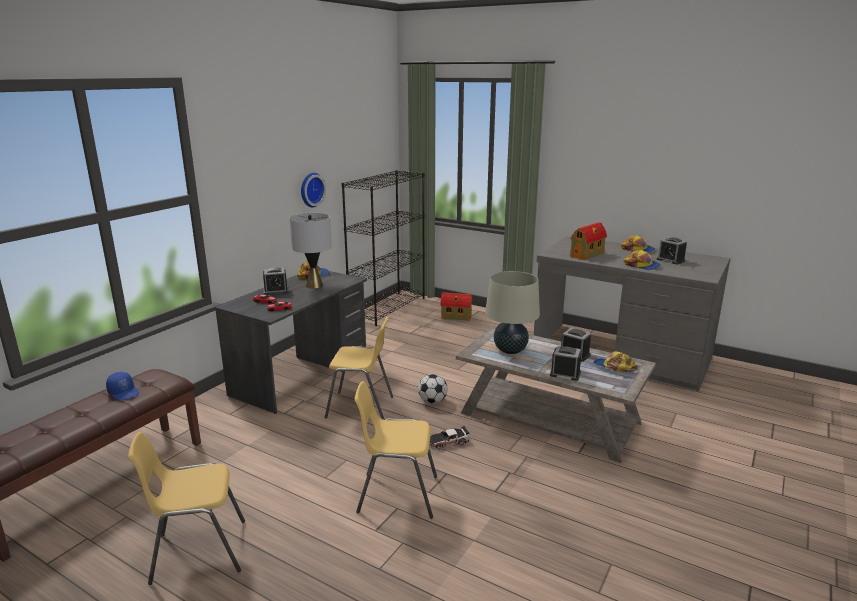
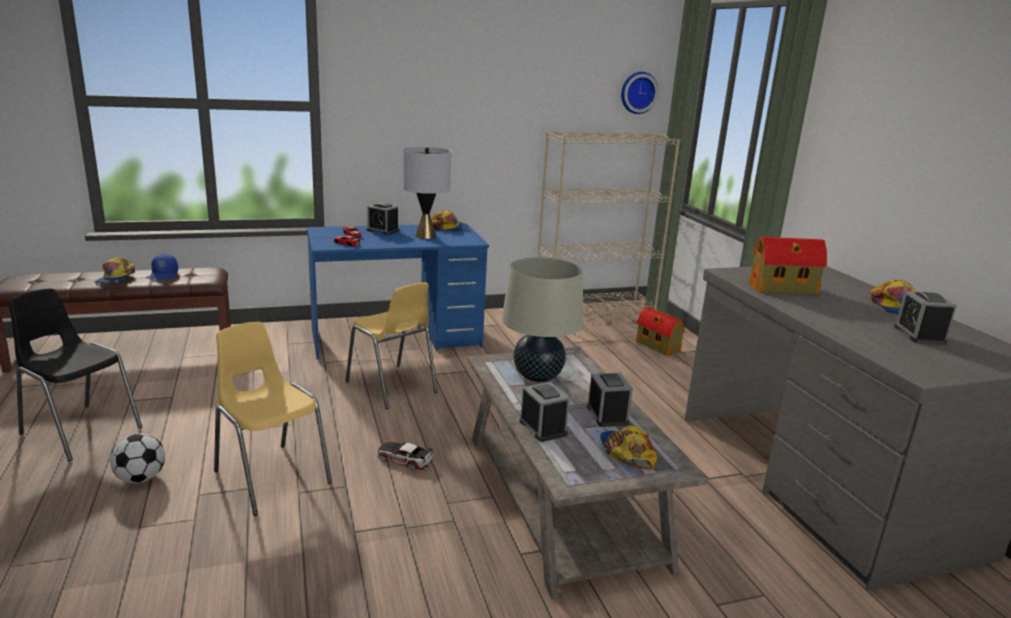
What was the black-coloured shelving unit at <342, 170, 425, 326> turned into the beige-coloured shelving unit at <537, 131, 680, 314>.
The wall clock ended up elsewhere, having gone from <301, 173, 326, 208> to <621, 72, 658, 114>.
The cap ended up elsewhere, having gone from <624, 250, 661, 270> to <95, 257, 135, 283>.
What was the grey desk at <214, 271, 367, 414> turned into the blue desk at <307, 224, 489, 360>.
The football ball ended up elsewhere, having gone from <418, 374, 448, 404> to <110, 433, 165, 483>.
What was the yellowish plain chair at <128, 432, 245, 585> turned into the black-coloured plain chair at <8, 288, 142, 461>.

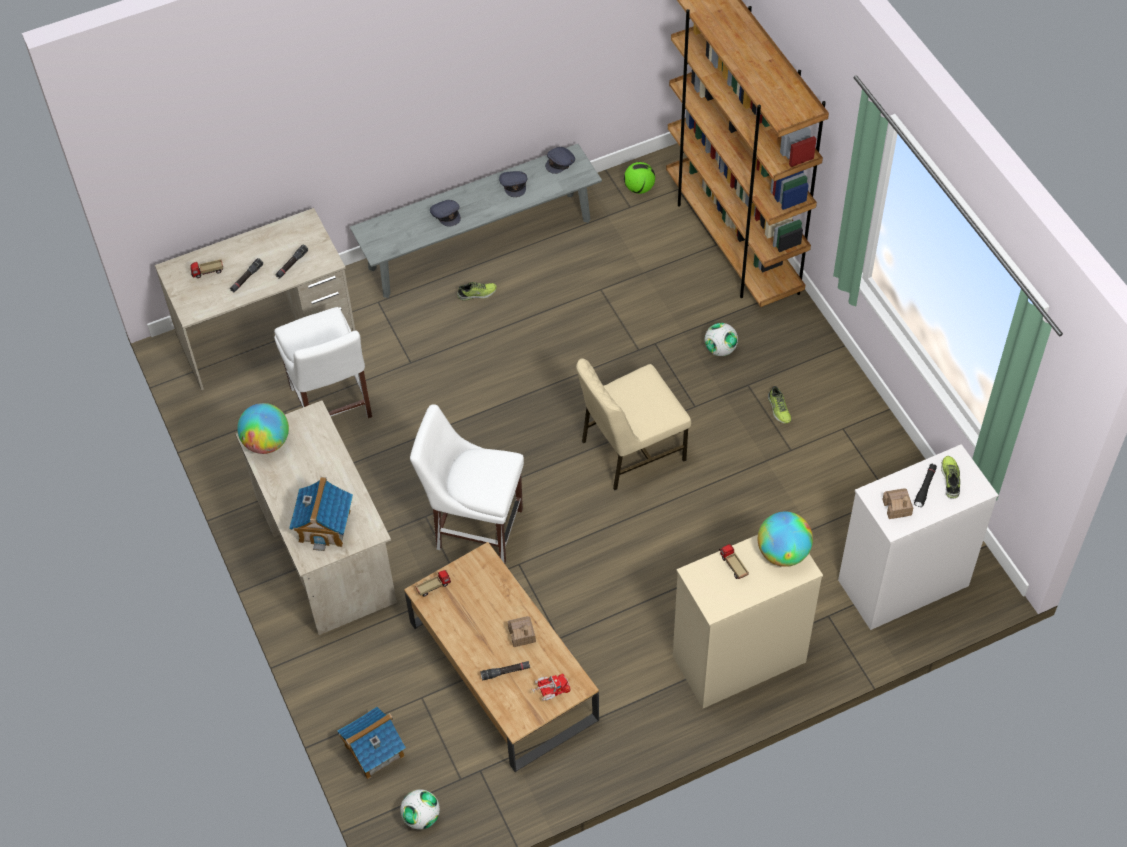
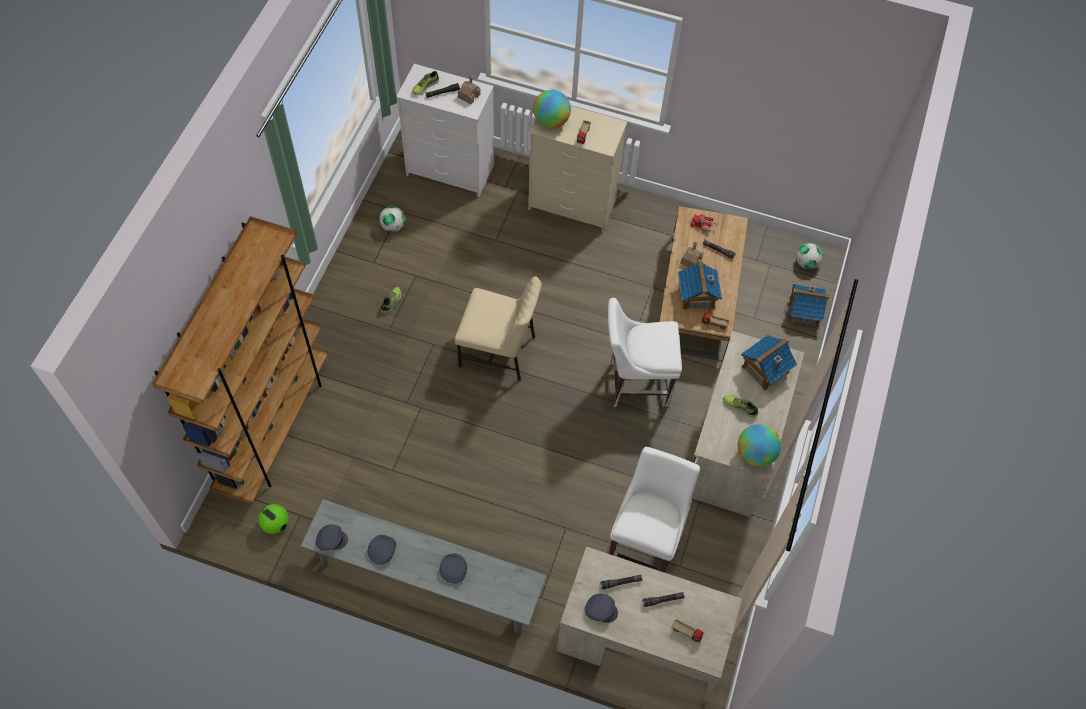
The item of footwear ended up elsewhere, having gone from <457, 282, 497, 301> to <723, 395, 758, 418>.
The football ball ended up elsewhere, having gone from <705, 323, 738, 356> to <379, 206, 405, 232>.
The white plain chair at <410, 404, 524, 564> ended up facing another way, 120 degrees clockwise from before.
The second view gained the miniature house at <678, 260, 722, 310>.
The second view gained the grey cap at <585, 594, 618, 623>.

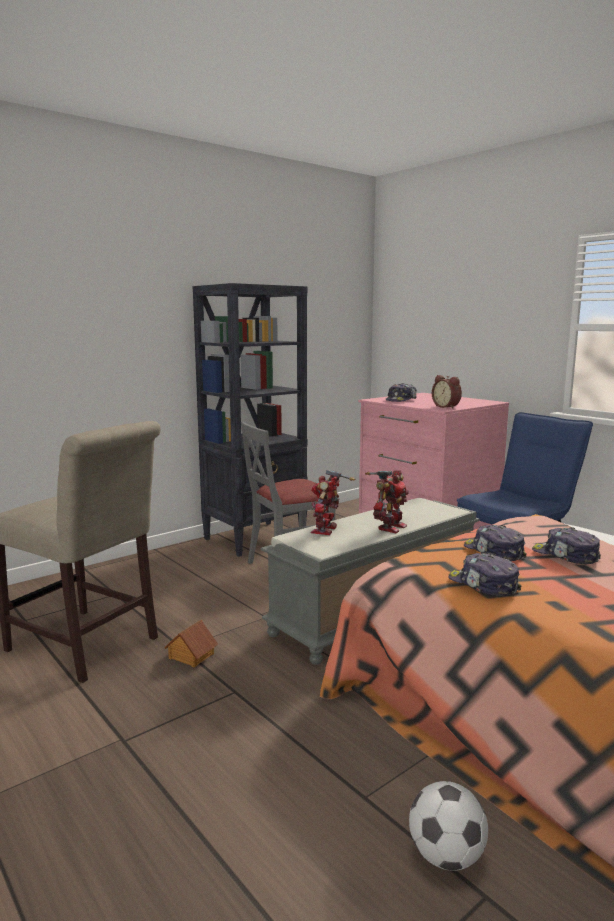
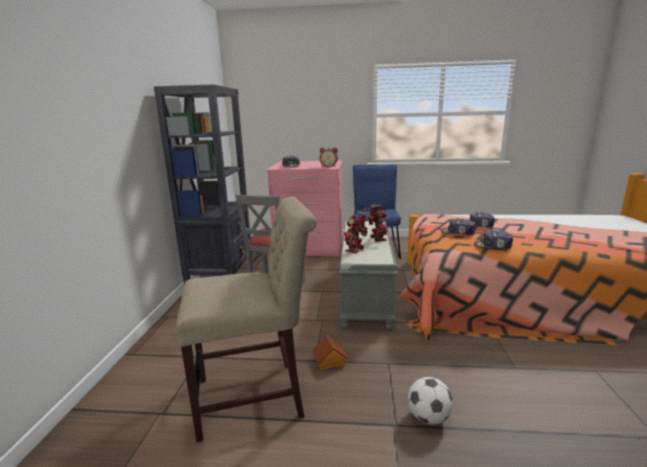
The toy robot at <311, 470, 355, 535> ended up facing another way, 60 degrees clockwise from before.
The football ball ended up elsewhere, having gone from <409, 781, 488, 871> to <408, 377, 453, 424>.

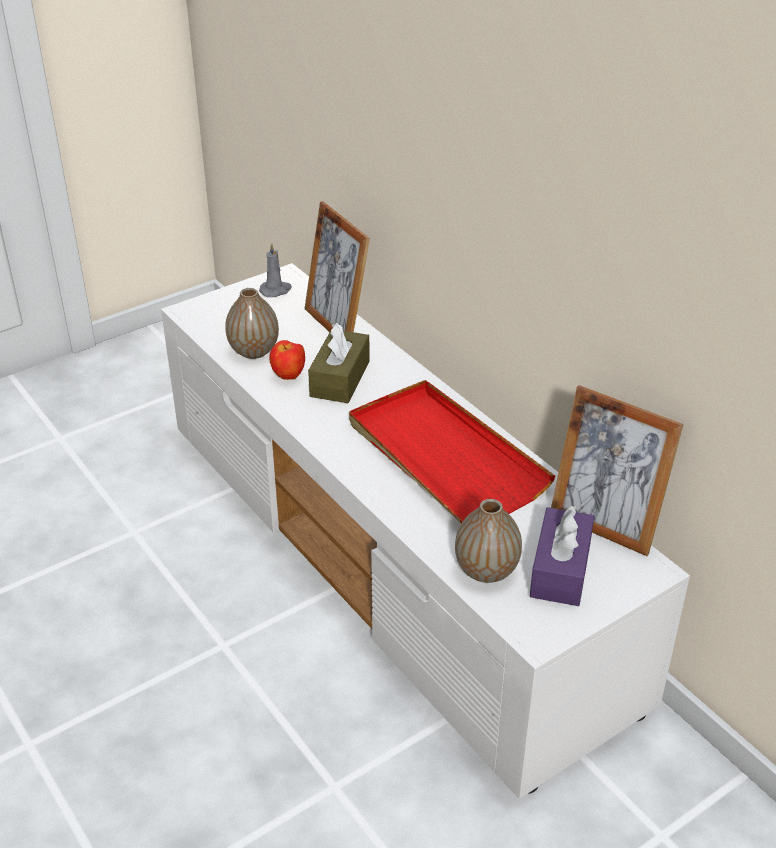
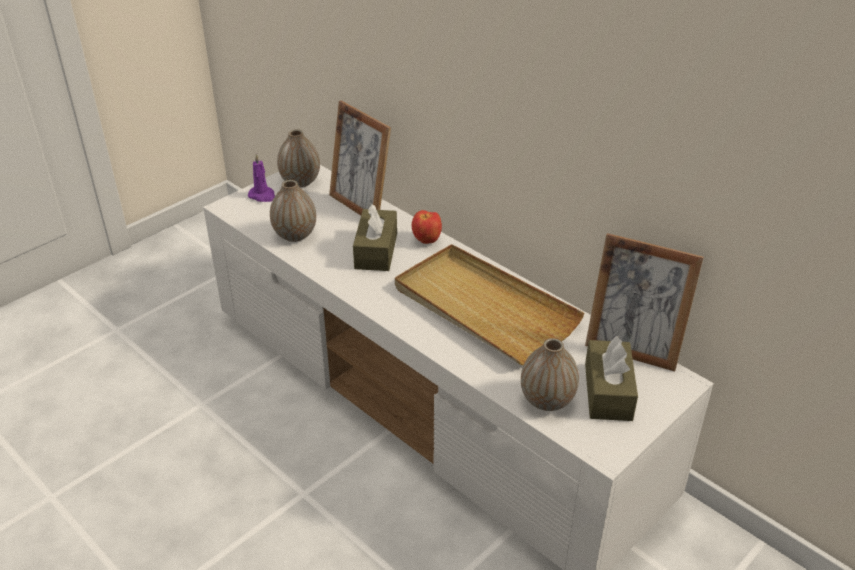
Where the grey candle stood at <259, 243, 292, 297>, the flower vase came to stand at <277, 129, 320, 187>.
The apple fruit ended up elsewhere, having gone from <269, 340, 305, 380> to <412, 210, 442, 244>.
What was the red-coloured carrying tray at <349, 380, 556, 523> turned into the beige-coloured carrying tray at <395, 244, 584, 365>.
What was the purplish box of tissues at <530, 505, 594, 606> turned into the brown-coloured box of tissues at <585, 336, 638, 421>.
The second view gained the purplish candle at <248, 154, 275, 202>.

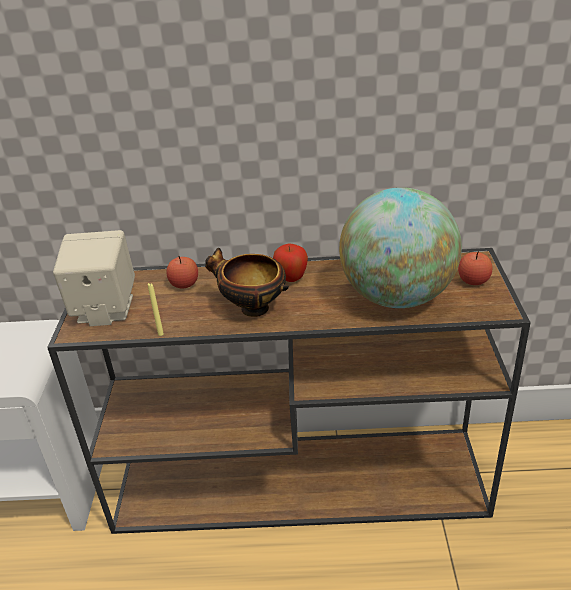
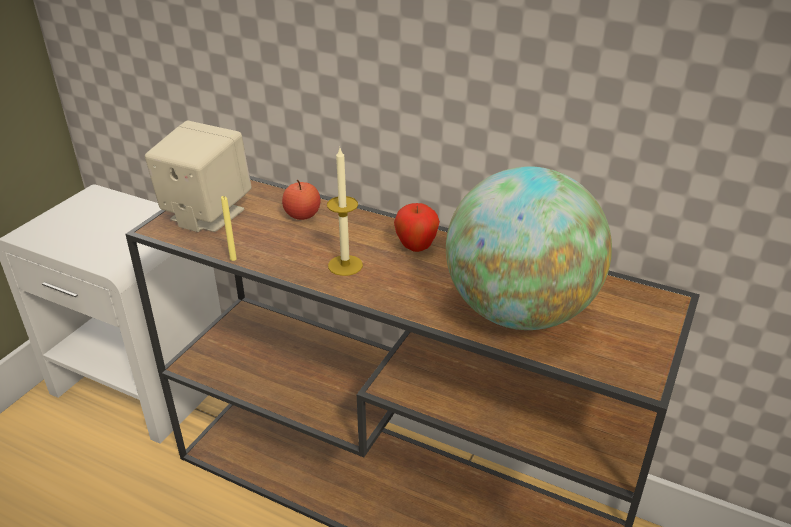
Where the deep dish stood at <205, 248, 289, 317>, the candle came to stand at <327, 148, 363, 276>.
The second view lost the apple fruit at <458, 251, 492, 285>.

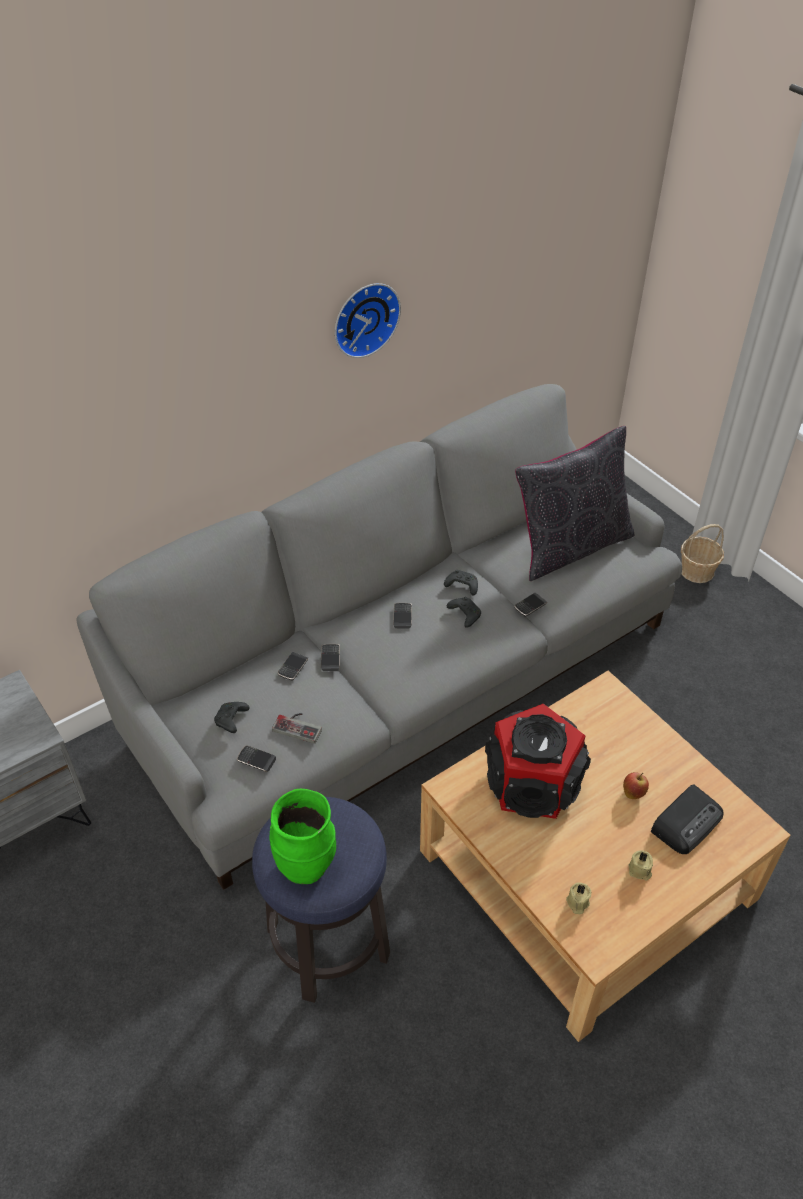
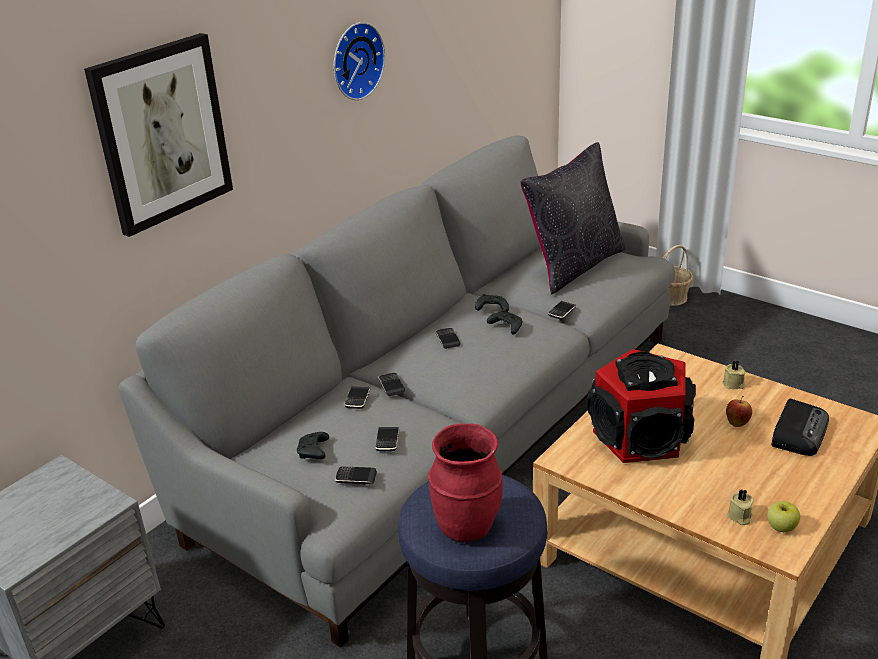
Where the joypad stood at <272, 713, 322, 744>, the handset came to stand at <375, 427, 399, 451>.
What was the green flower vase at <269, 789, 336, 884> turned into the red-coloured flower vase at <428, 424, 503, 543>.
The beige-coloured candle ended up elsewhere, having gone from <628, 850, 653, 881> to <722, 360, 746, 389>.
The second view gained the wall art at <84, 33, 233, 237>.
The second view gained the apple fruit at <767, 501, 800, 532>.

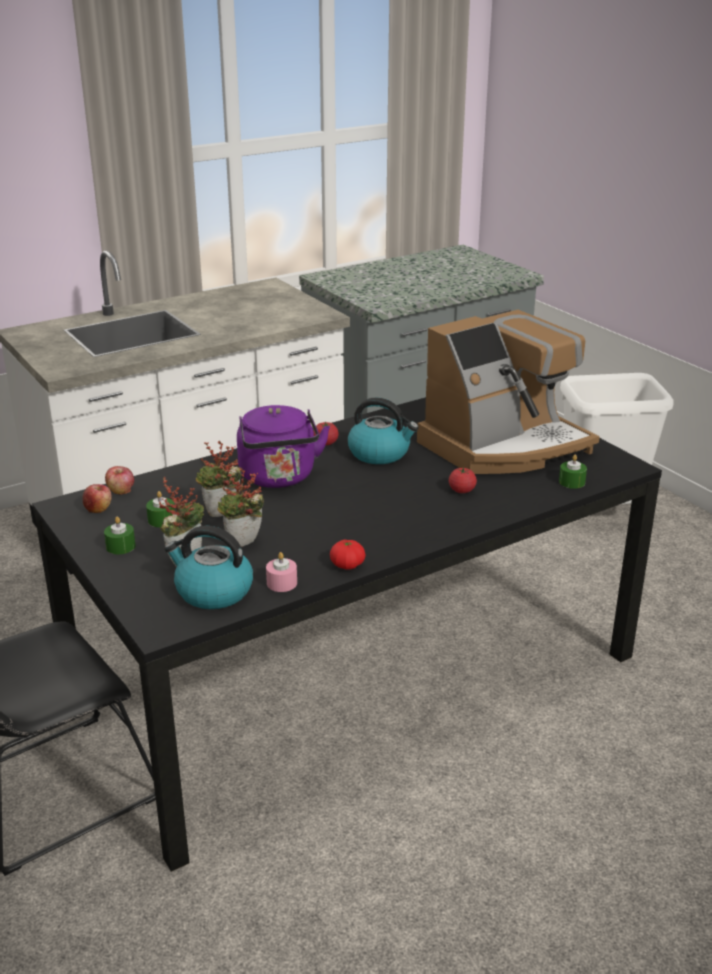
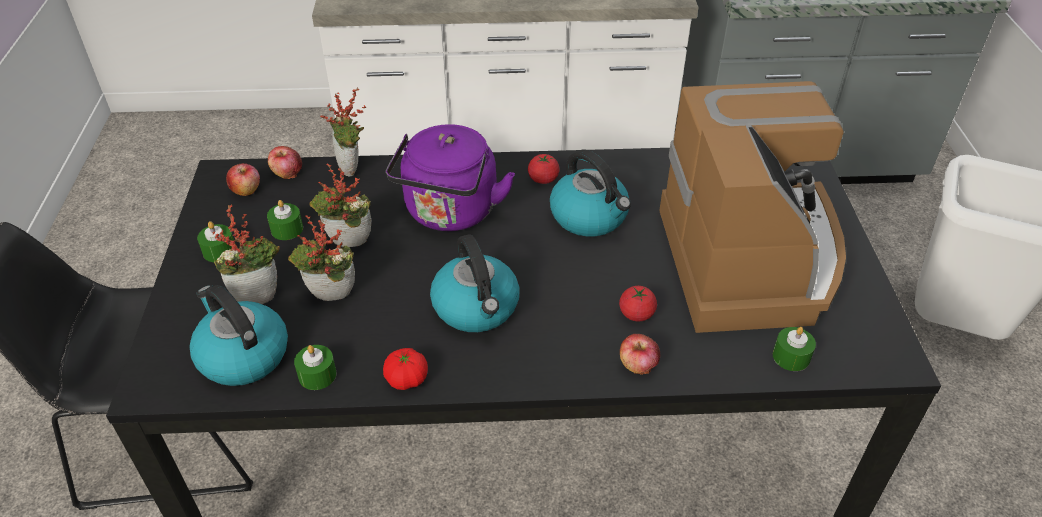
The coffee machine at <417, 310, 600, 474> ended up facing another way, 90 degrees counterclockwise from before.
What was the pink candle at <266, 552, 297, 592> turned into the green candle at <294, 345, 337, 390>.
The second view gained the plant in a pot at <320, 88, 366, 177>.
The second view gained the tea kettle at <430, 234, 520, 332>.
The second view gained the apple fruit at <620, 334, 660, 375>.

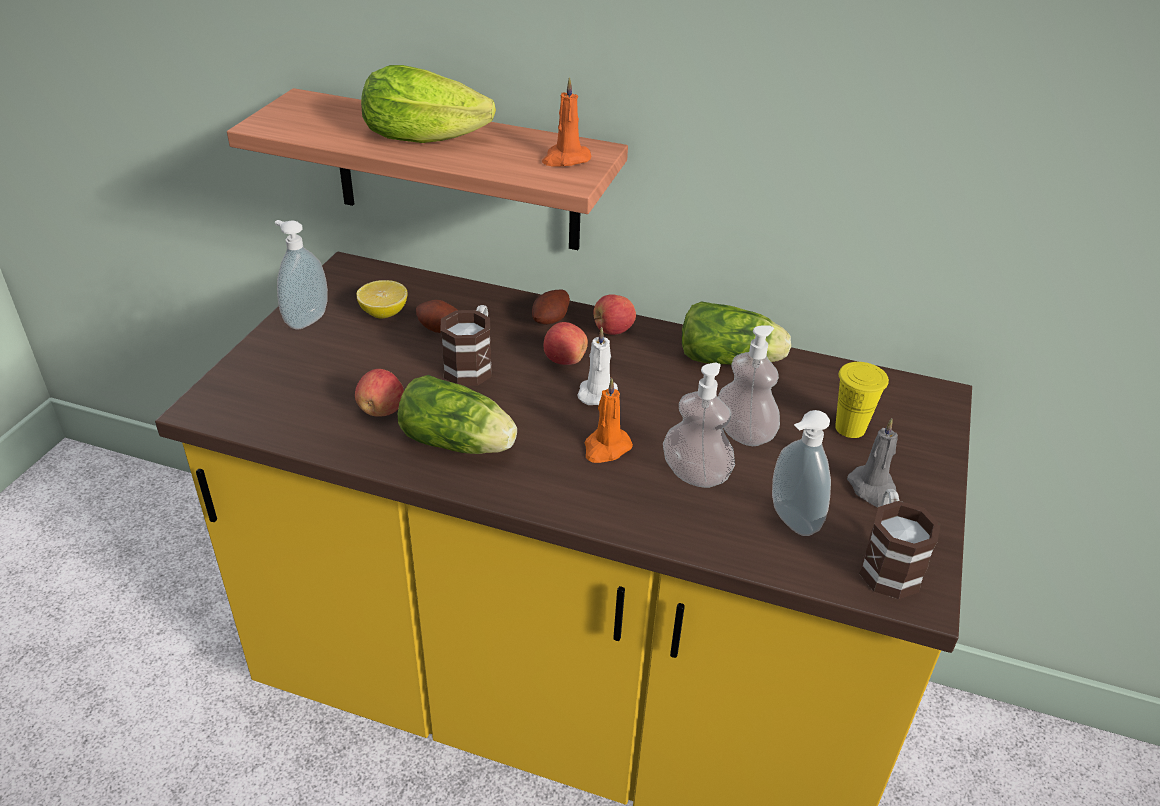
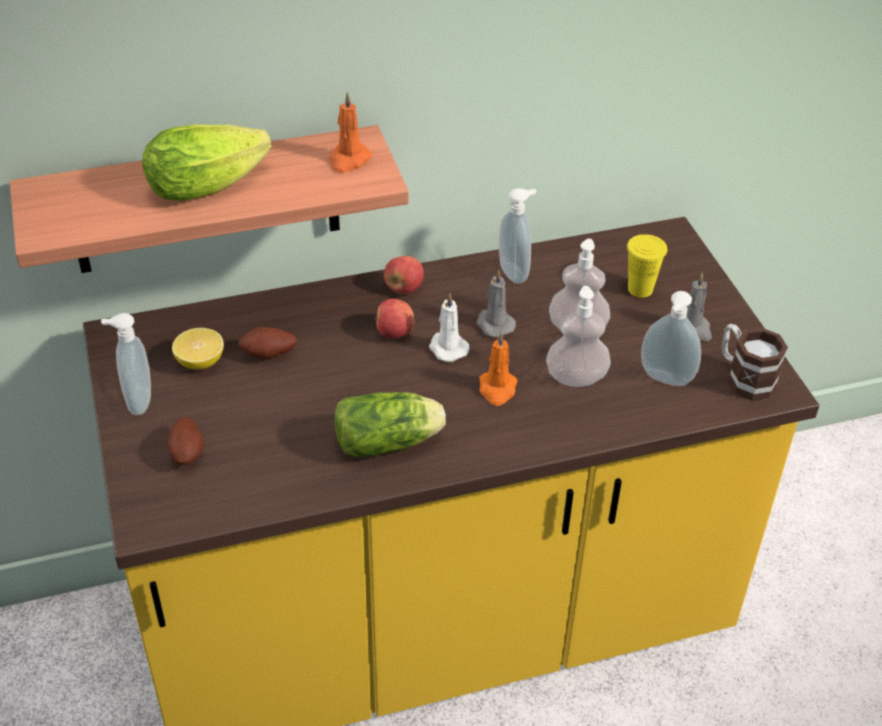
The spud ended up elsewhere, having gone from <532, 289, 570, 325> to <168, 417, 204, 465>.
Where the lettuce stood at <682, 301, 791, 365>, the liquid soap bottle came to stand at <499, 188, 536, 284>.
The second view lost the mug at <440, 305, 492, 386>.
The second view lost the apple fruit at <355, 369, 404, 417>.
The second view gained the grey candle at <476, 269, 516, 338>.

